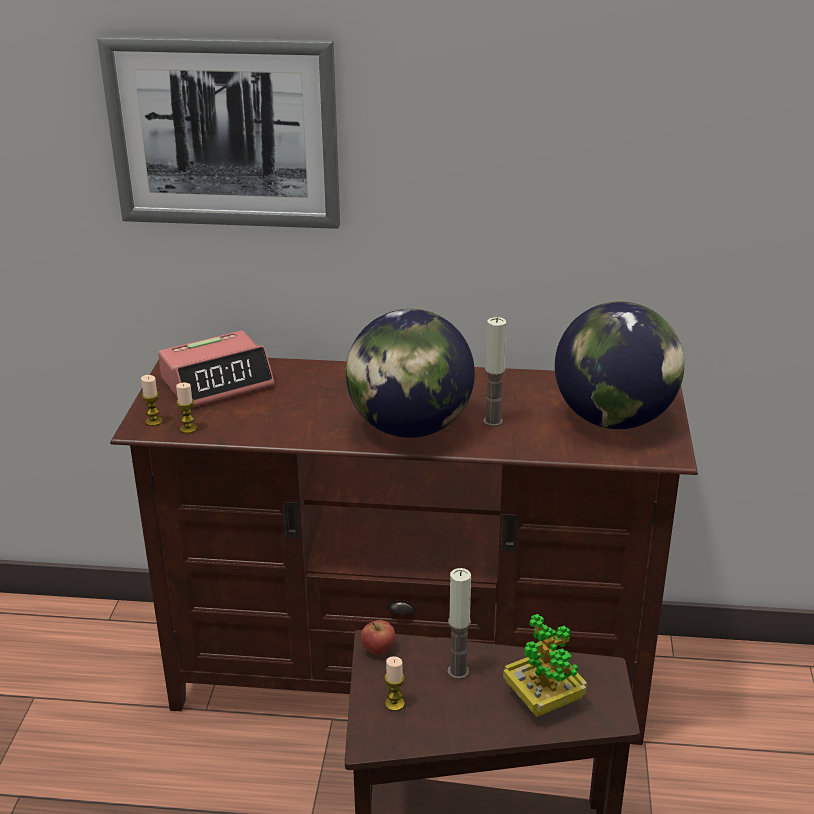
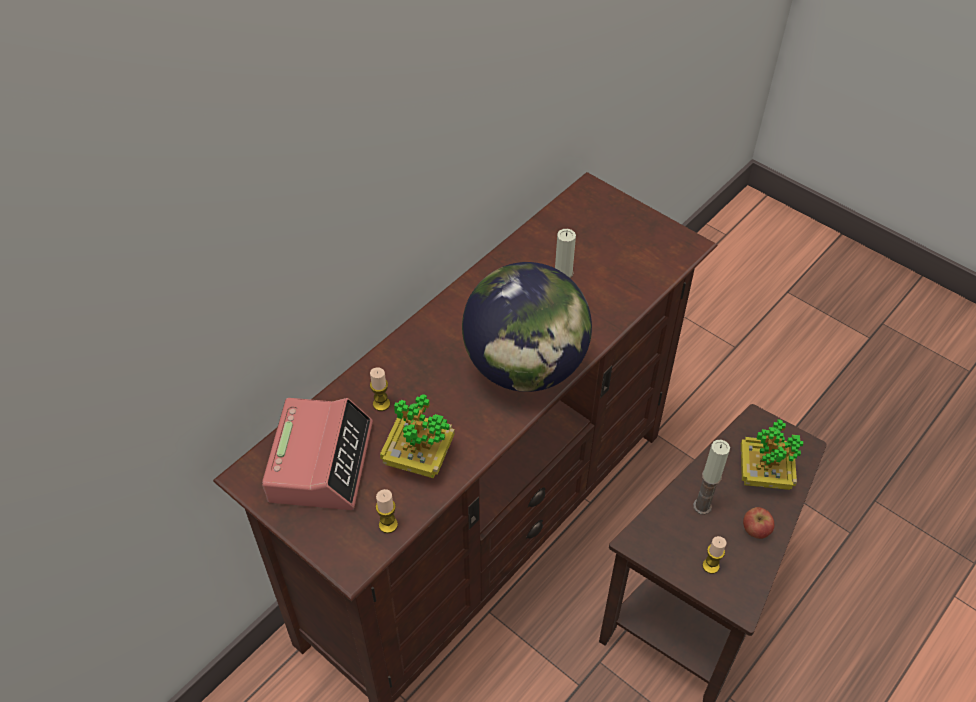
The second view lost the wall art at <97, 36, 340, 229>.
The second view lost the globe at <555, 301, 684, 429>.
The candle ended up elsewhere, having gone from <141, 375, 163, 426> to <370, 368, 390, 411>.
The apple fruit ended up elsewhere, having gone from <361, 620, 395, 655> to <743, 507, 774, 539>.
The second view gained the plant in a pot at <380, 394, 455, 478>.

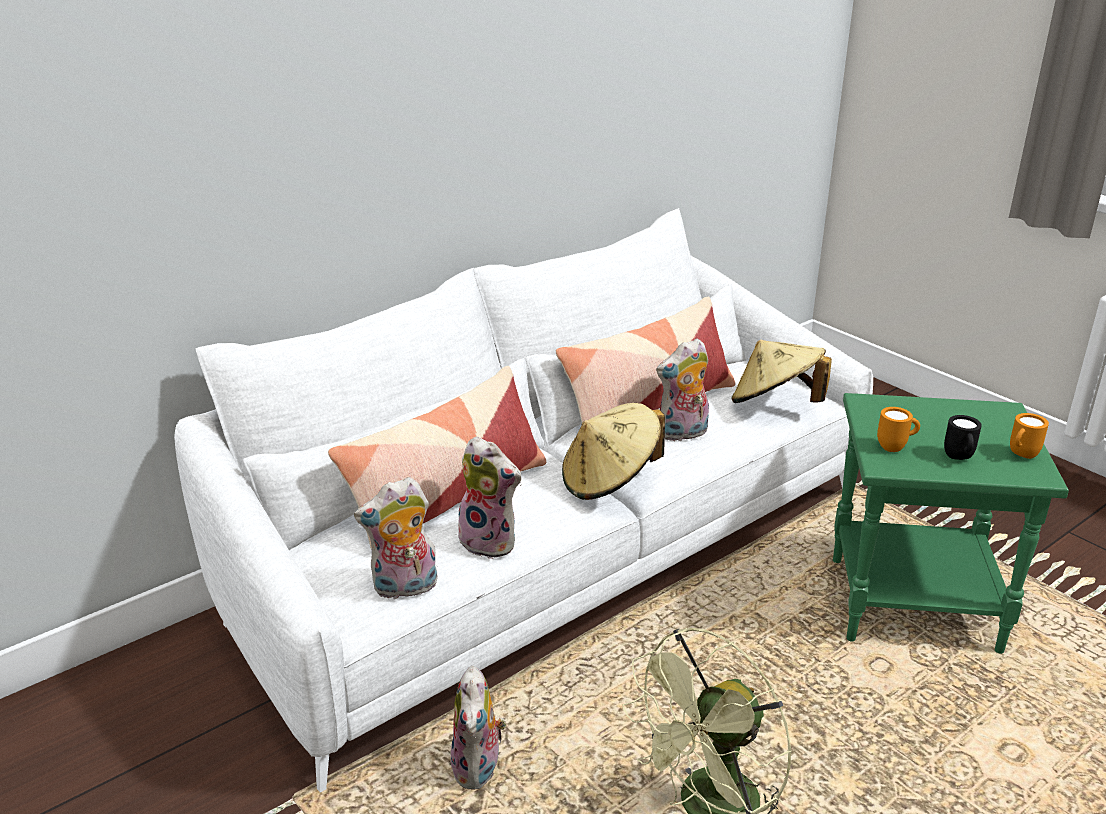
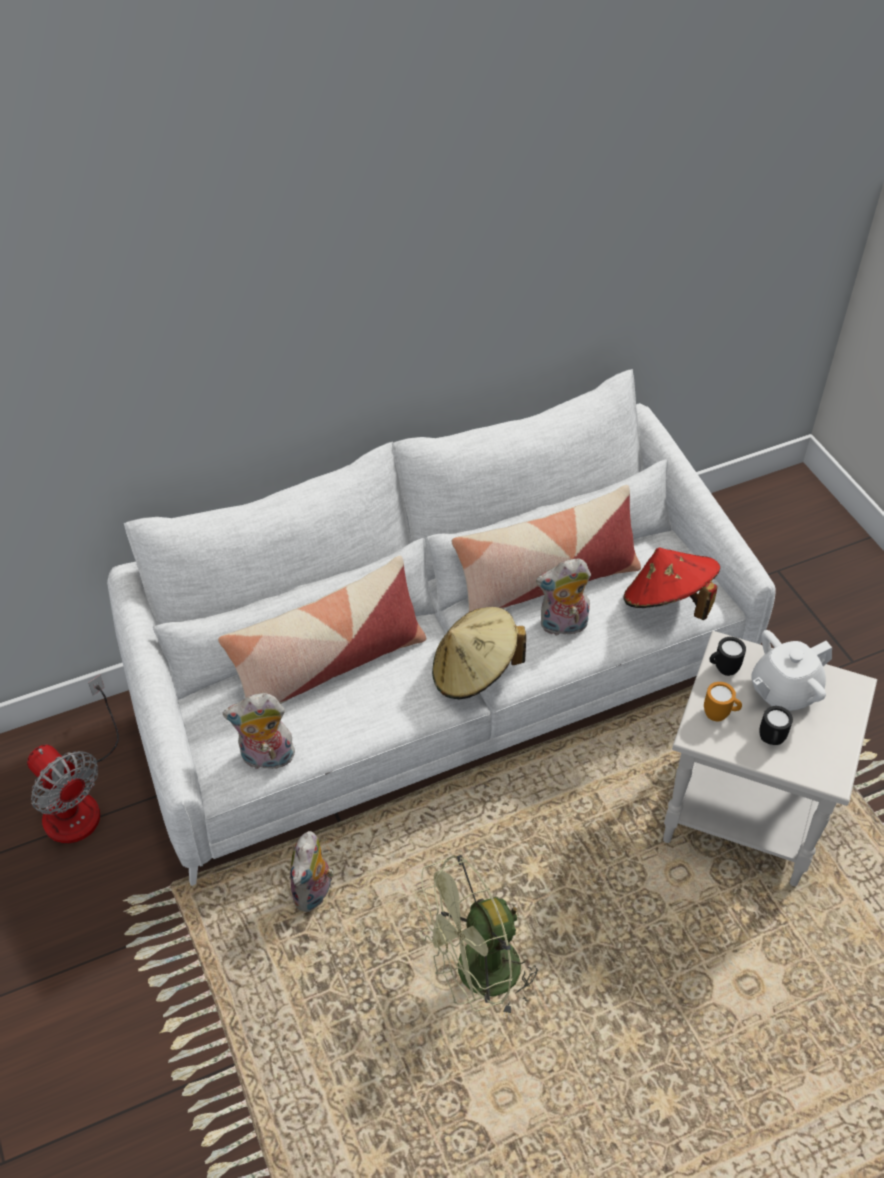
What was the beige-coloured wearable hat at <732, 340, 832, 403> turned into the red-coloured wearable hat at <624, 547, 720, 620>.
What was the green side table at <833, 393, 1069, 654> turned into the white side table at <663, 631, 877, 886>.
The second view lost the orange-coloured mug at <1010, 413, 1049, 459>.
The second view lost the plush toy at <451, 436, 521, 559>.
The second view gained the white pot for tea at <751, 630, 832, 711>.
The second view gained the black-coloured mug at <709, 637, 746, 676>.
The second view gained the cooling fan at <27, 675, 119, 843>.

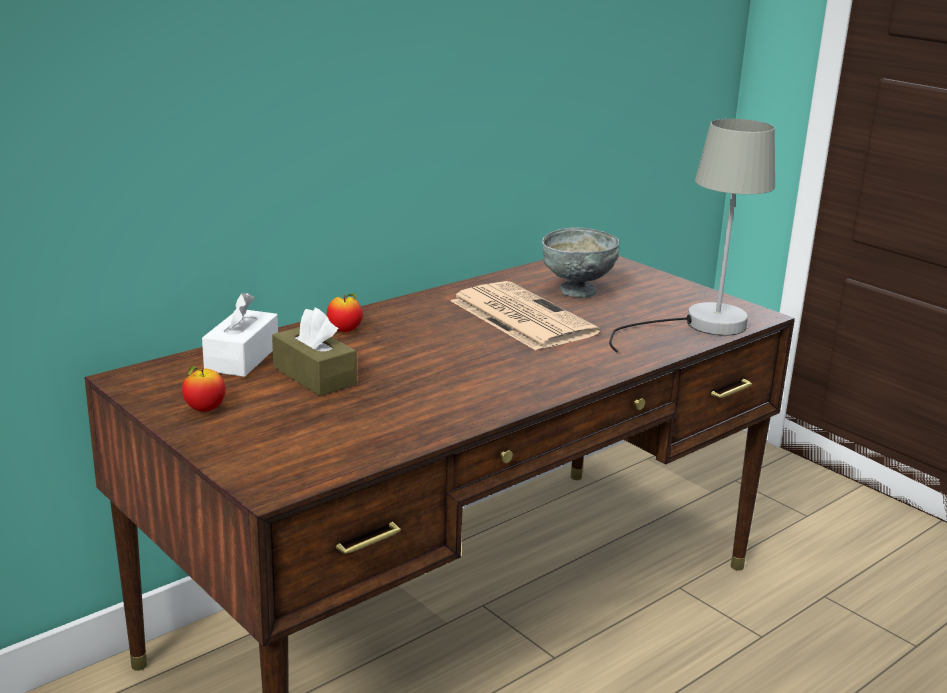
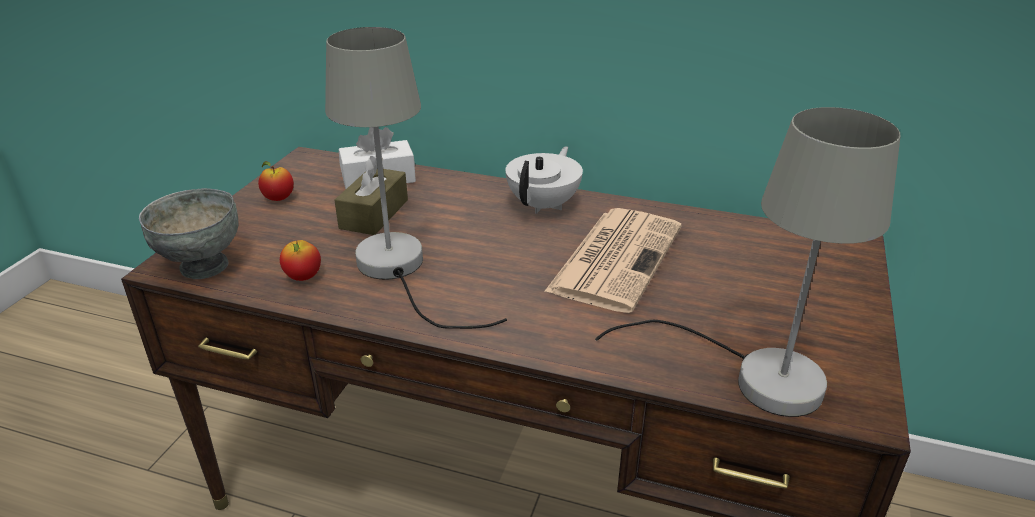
The grey deep dish ended up elsewhere, having gone from <542, 227, 619, 297> to <139, 188, 239, 279>.
The apple fruit ended up elsewhere, having gone from <327, 293, 363, 332> to <280, 240, 321, 281>.
The second view gained the grey lamp for a table at <325, 27, 507, 329>.
The second view gained the white pot for tea at <505, 146, 583, 214>.

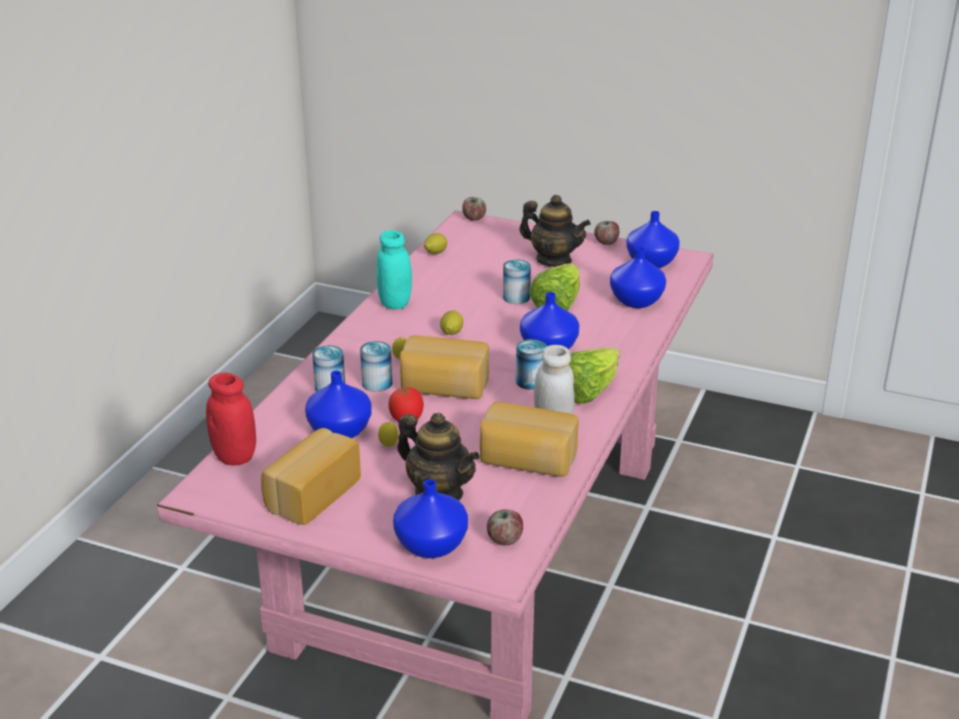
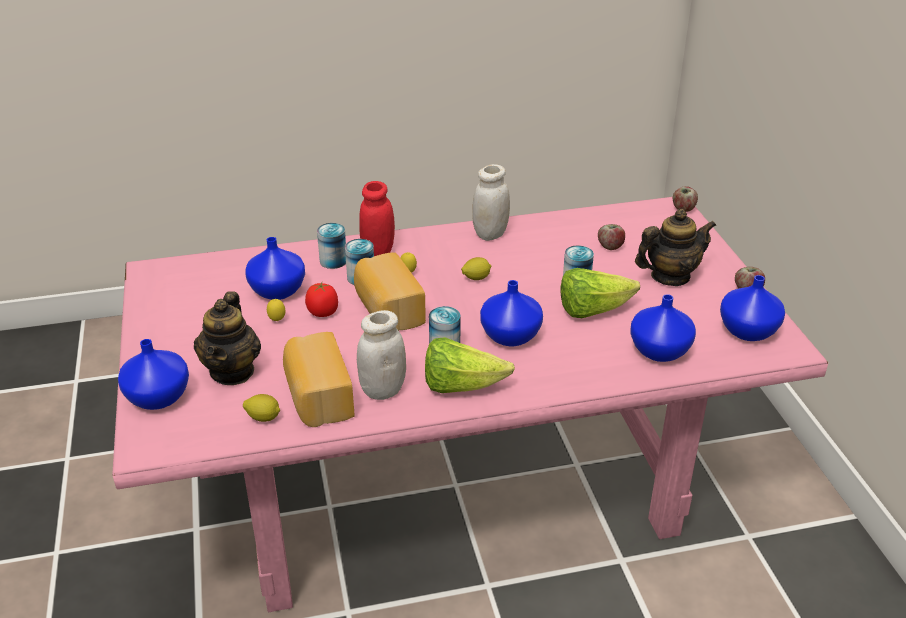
The pot for tea at <519, 195, 591, 267> ended up facing another way, 105 degrees counterclockwise from before.
What was the turquoise-coloured jar at <376, 230, 412, 309> turned into the white jar at <472, 164, 510, 241>.
The citrus fruit ended up elsewhere, having gone from <424, 233, 447, 254> to <243, 394, 280, 422>.
The red-coloured jar ended up elsewhere, having gone from <206, 372, 256, 465> to <359, 181, 395, 256>.
The second view lost the baked bread at <261, 428, 361, 525>.
The apple fruit ended up elsewhere, having gone from <487, 509, 523, 545> to <598, 224, 625, 250>.

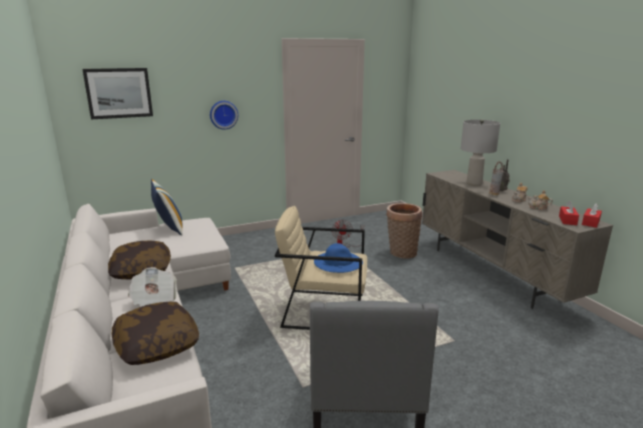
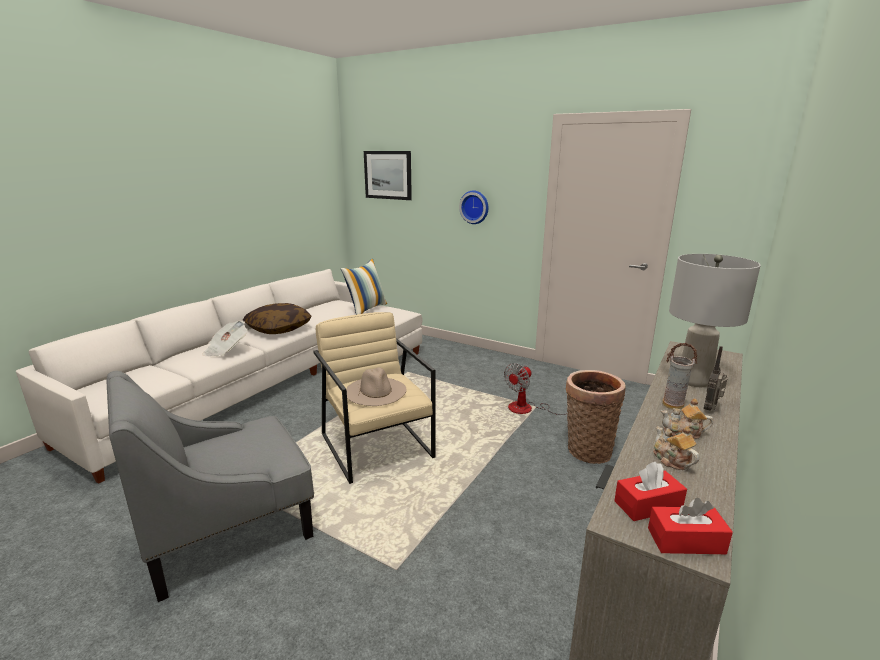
What was the blue wearable hat at <314, 243, 363, 273> turned into the beige-coloured wearable hat at <346, 367, 406, 406>.
The second view lost the cushion at <112, 302, 199, 365>.

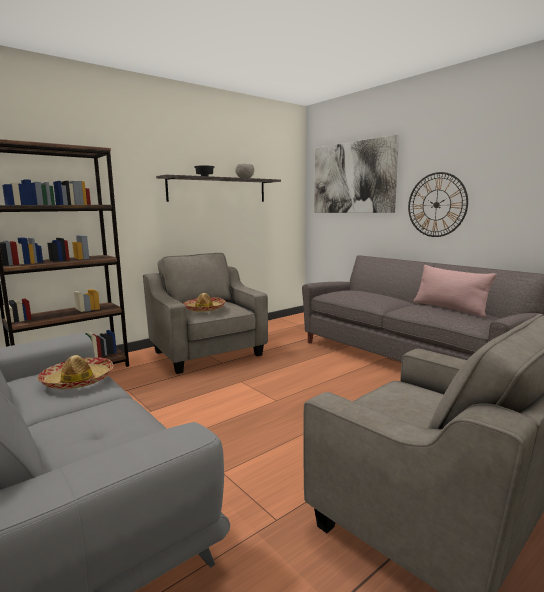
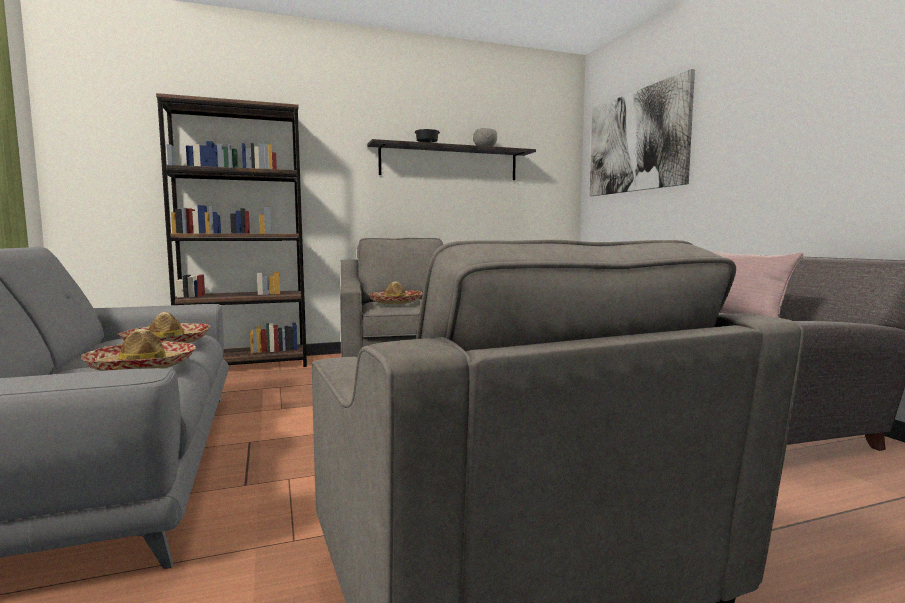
The second view lost the wall clock at <408, 172, 468, 237>.
The second view gained the wearable hat at <81, 329, 196, 371>.

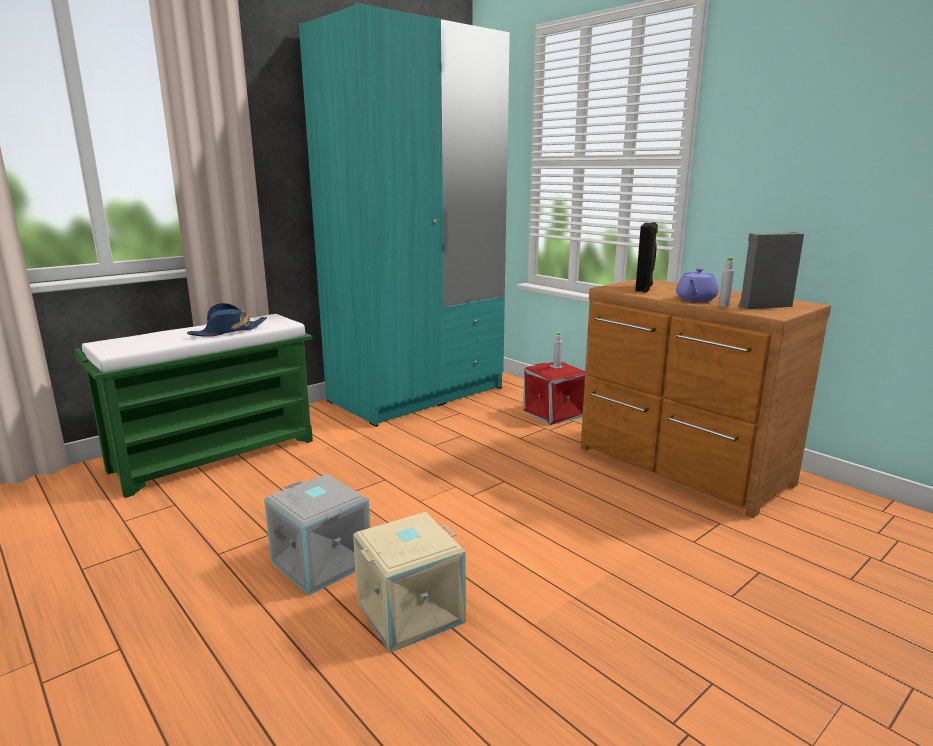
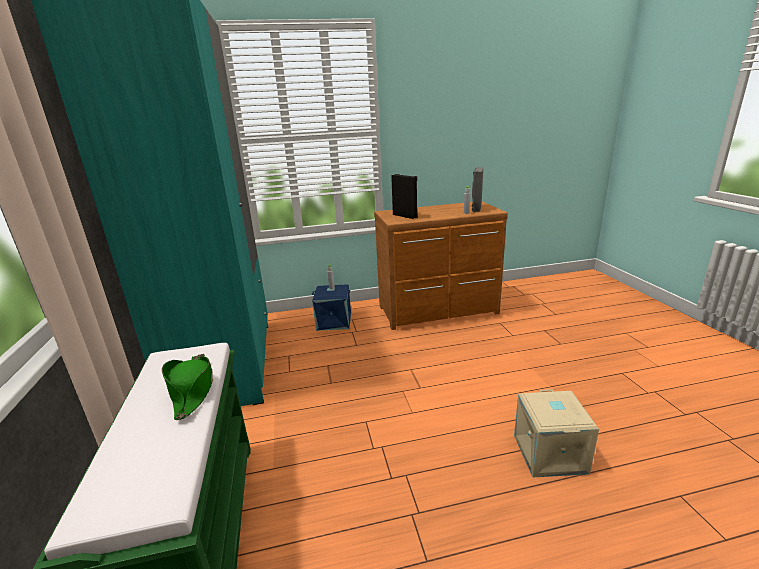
The second view lost the purplish pot for tea at <676, 268, 719, 302>.
What was the blue wearable hat at <187, 303, 267, 337> turned into the green wearable hat at <162, 354, 213, 420>.
What was the red-coloured storage box at <523, 362, 585, 425> turned into the blue storage box at <312, 285, 351, 331>.
The second view lost the grey storage box at <264, 474, 370, 595>.

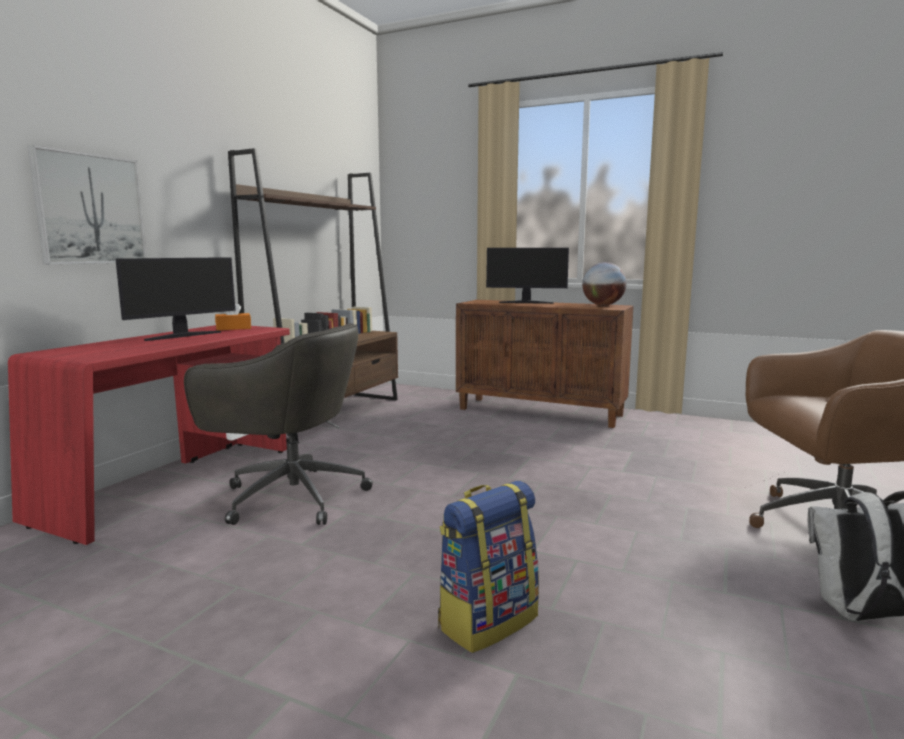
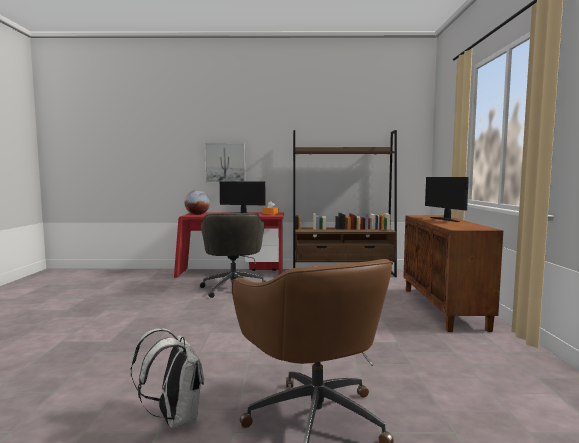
The globe ended up elsewhere, having gone from <582, 262, 627, 306> to <184, 190, 210, 215>.
The second view lost the rucksack at <438, 481, 539, 653>.

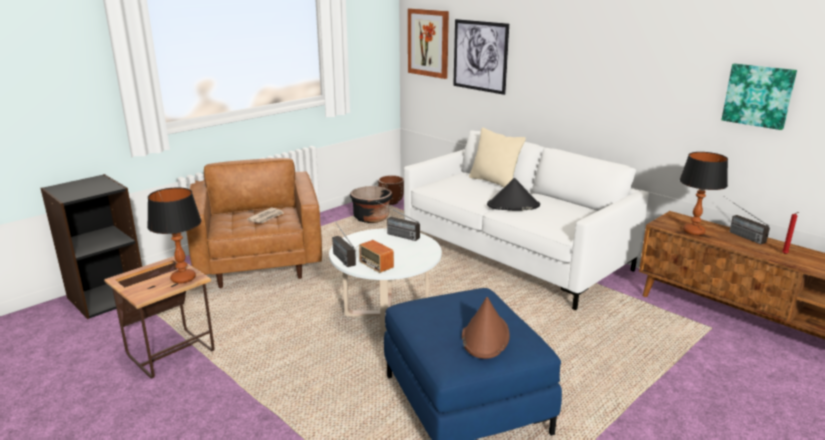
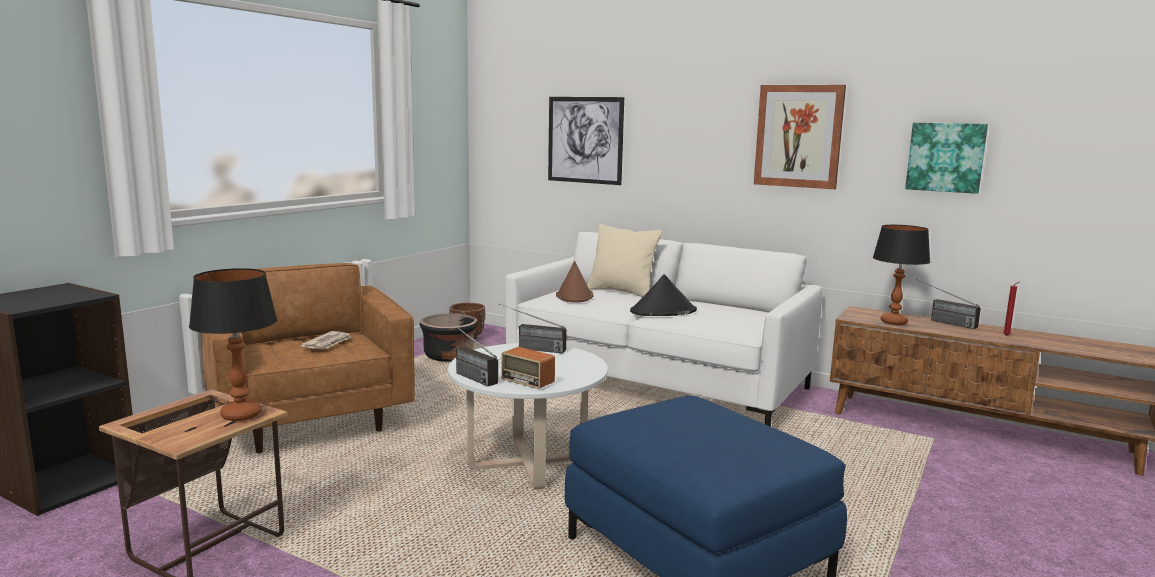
The wall art ended up elsewhere, having gone from <408, 8, 449, 79> to <754, 85, 846, 189>.
The brown-coloured wearable hat ended up elsewhere, having gone from <462, 297, 510, 359> to <556, 261, 594, 303>.

